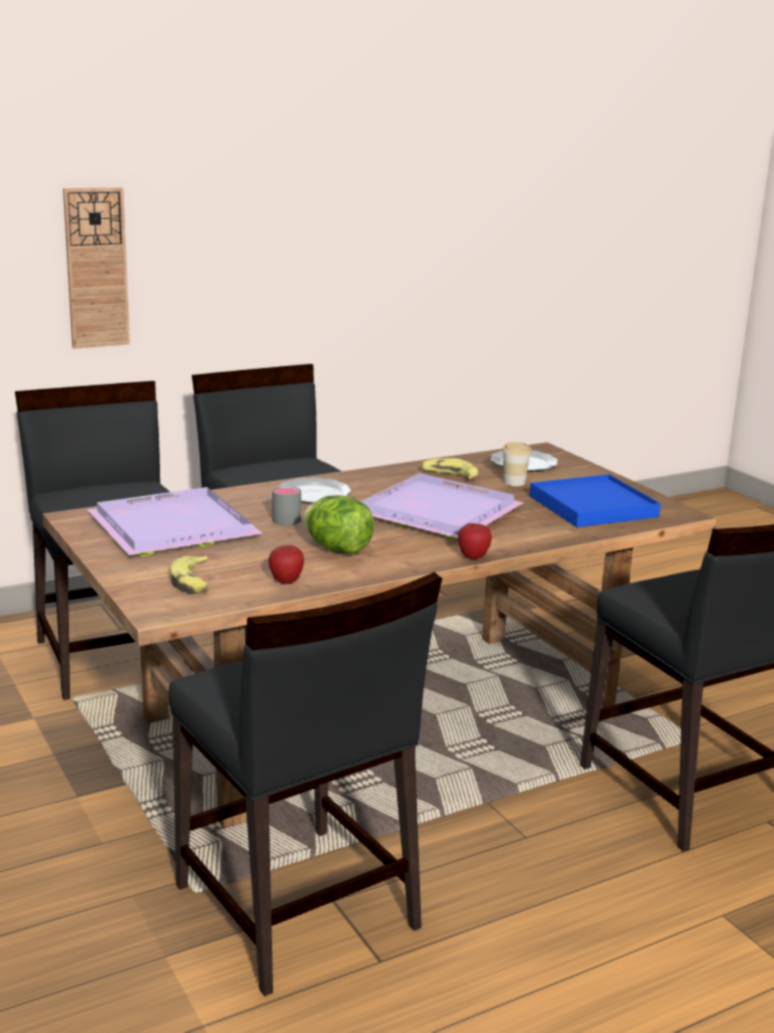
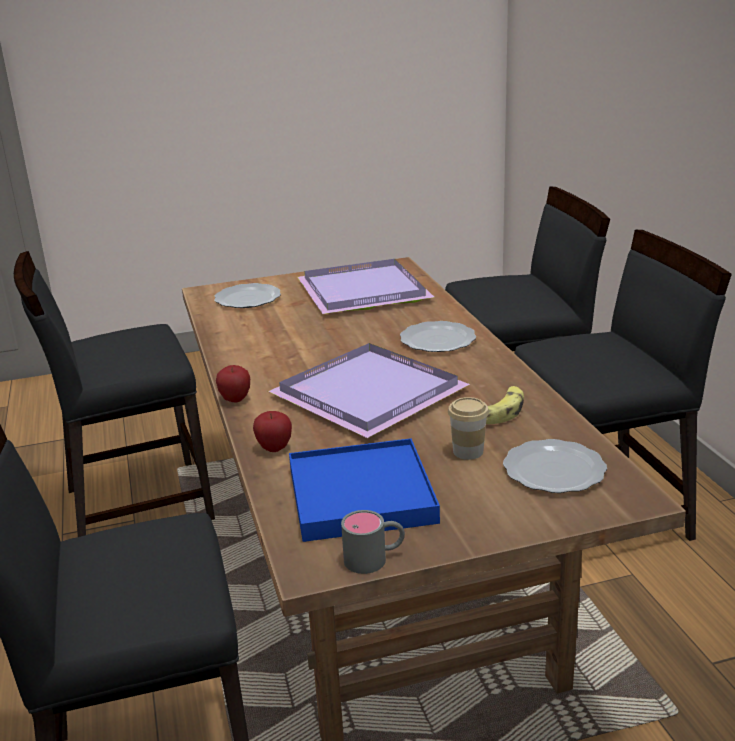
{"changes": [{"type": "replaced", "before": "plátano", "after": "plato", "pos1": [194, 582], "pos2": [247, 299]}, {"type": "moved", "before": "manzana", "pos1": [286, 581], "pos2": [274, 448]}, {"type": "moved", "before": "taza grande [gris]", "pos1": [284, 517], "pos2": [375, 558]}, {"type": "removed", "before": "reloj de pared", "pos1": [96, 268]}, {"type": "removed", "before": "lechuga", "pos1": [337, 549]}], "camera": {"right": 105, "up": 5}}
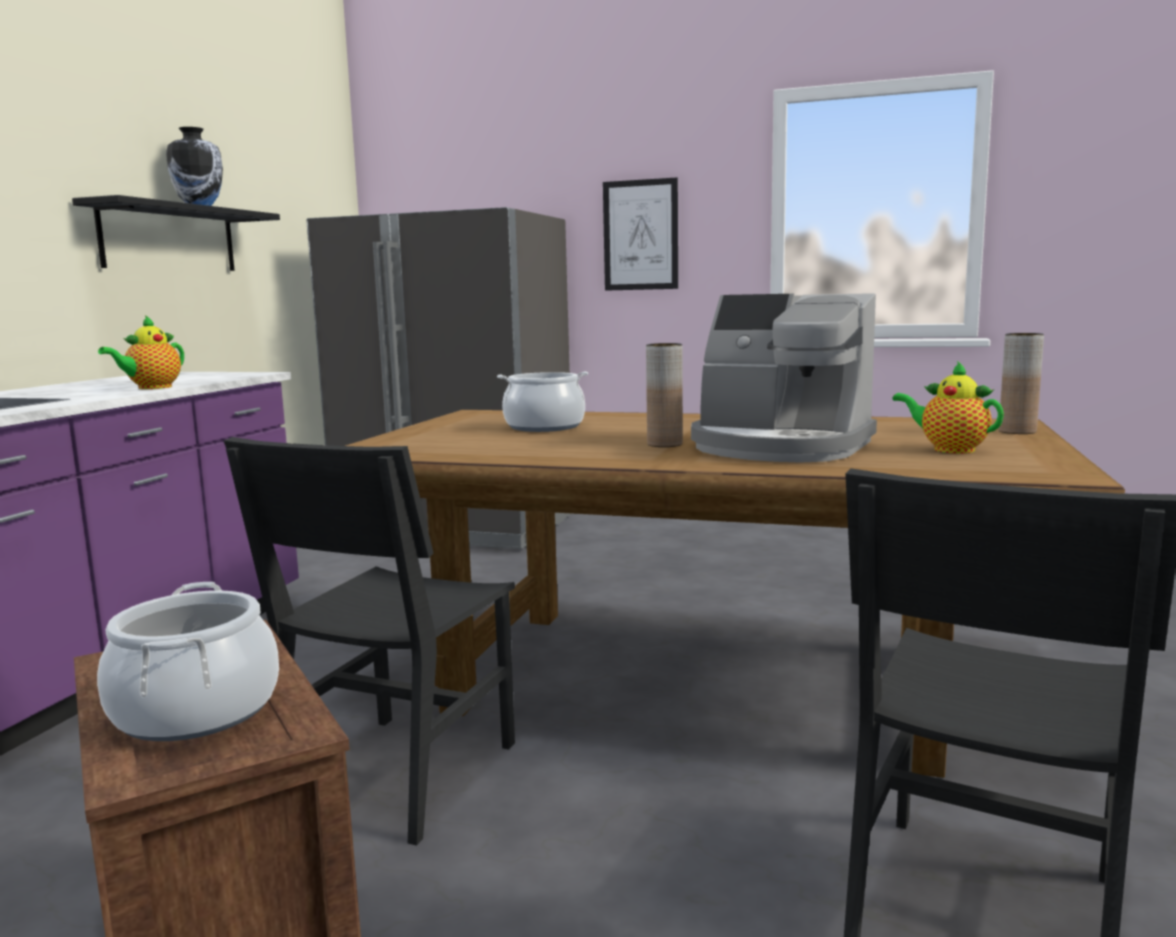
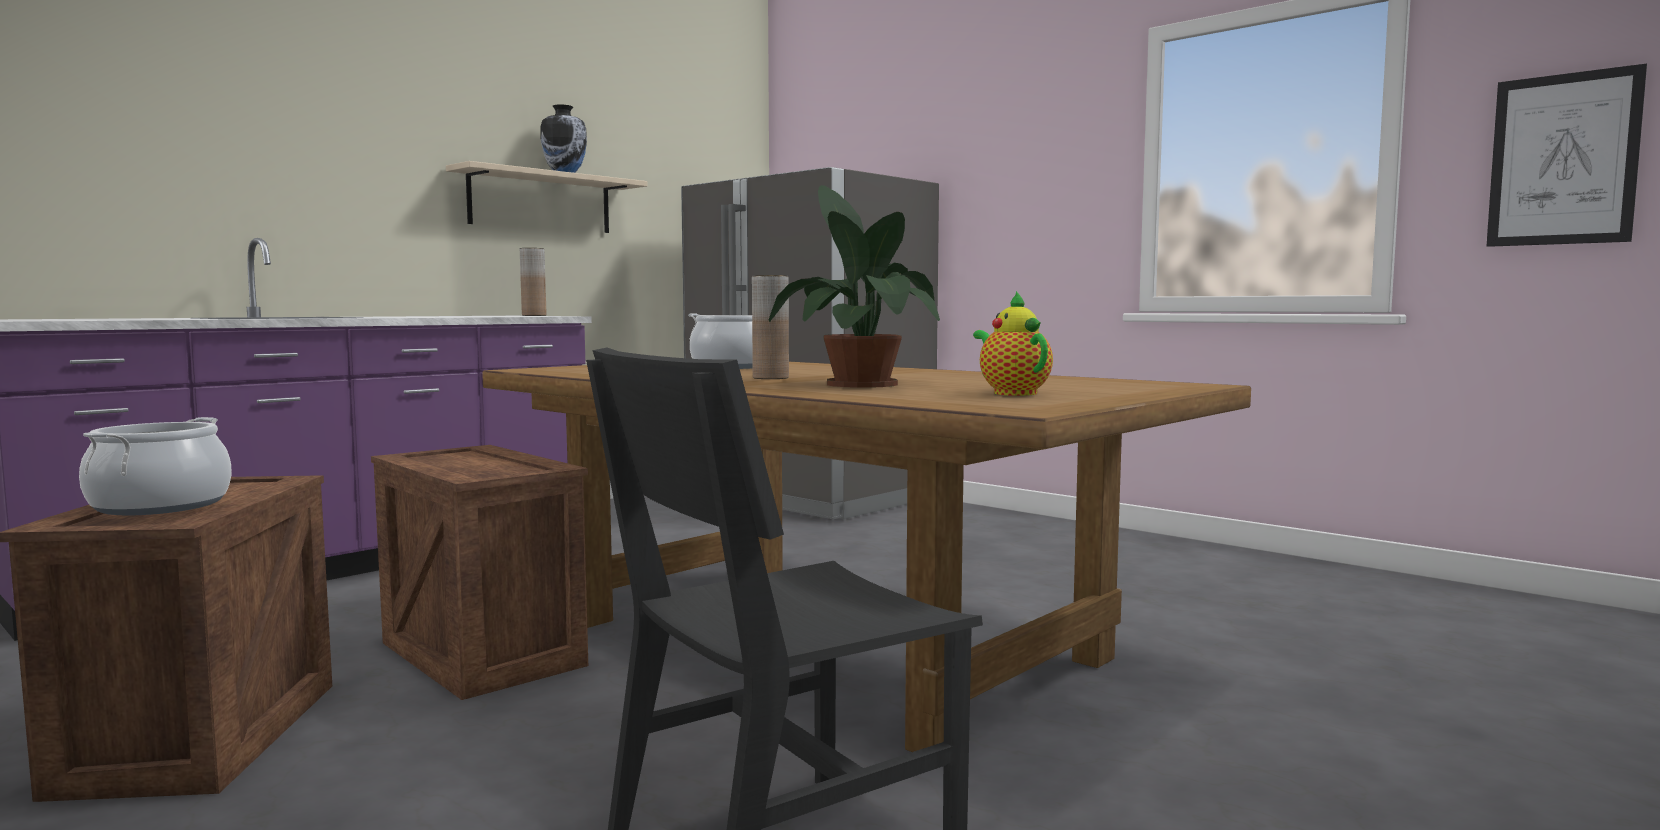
{"changes": [{"type": "replaced", "before": "silla [negro]", "after": "caja de embalaje", "pos1": [397, 774], "pos2": [479, 654]}, {"type": "recoloured", "before": "estante [negro]", "after": "estante [beis]", "pos1": [169, 239], "pos2": [541, 202]}, {"type": "moved", "before": "florero [marrón]", "pos1": [1017, 431], "pos2": [534, 315]}, {"type": "replaced", "before": "cafetera", "after": "planta en maceta", "pos1": [779, 447], "pos2": [859, 384]}, {"type": "moved", "before": "cuadro", "pos1": [640, 235], "pos2": [1563, 159]}, {"type": "removed", "before": "tetera", "pos1": [151, 388]}], "camera": {"right": 25, "up": -5}}
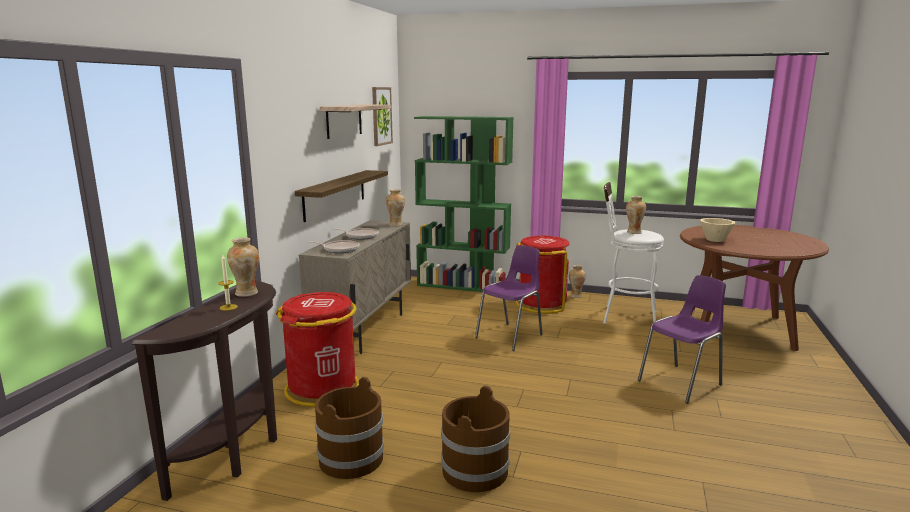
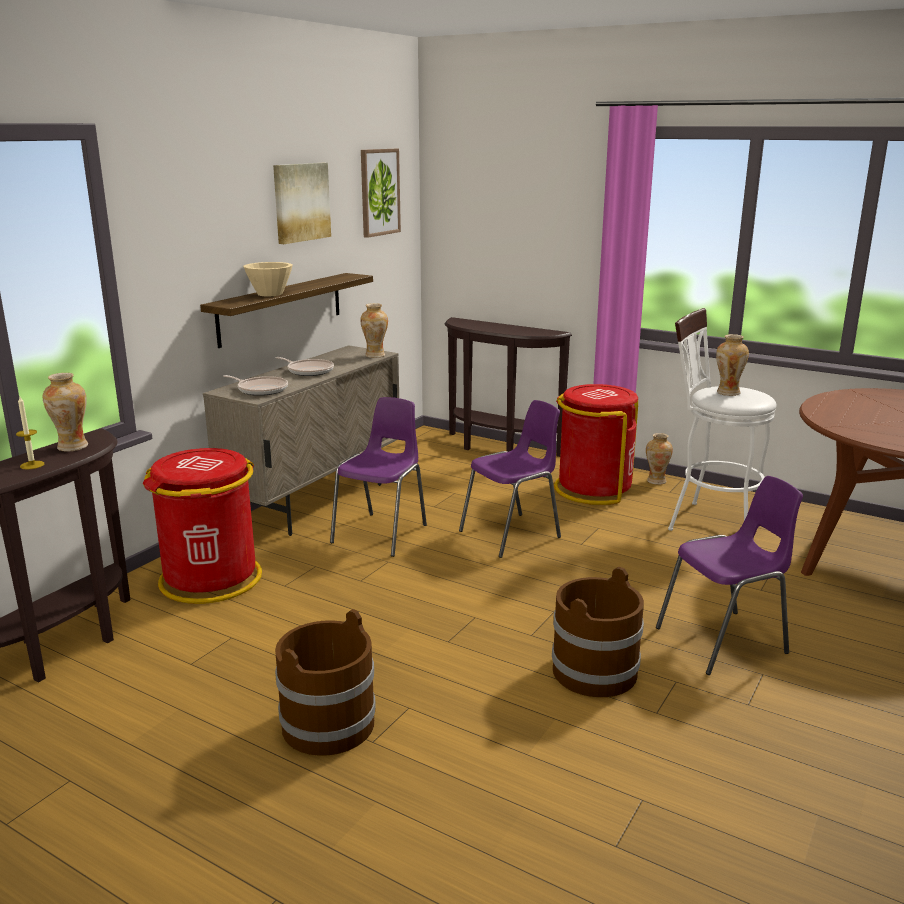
{"changes": [{"type": "moved", "before": "cuenco [beis]", "pos1": [714, 239], "pos2": [269, 294]}, {"type": "replaced", "before": "estante", "after": "cuadro", "pos1": [344, 121], "pos2": [300, 202]}, {"type": "added", "after": "silla [morado]", "pos2": [382, 533]}, {"type": "replaced", "before": "estantería [verde]", "after": "mesa consola [marrón]", "pos1": [463, 285], "pos2": [497, 448]}, {"type": "moved", "before": "cubo [marrón]", "pos1": [351, 458], "pos2": [594, 671]}], "camera": {"right": 15, "up": 5}}
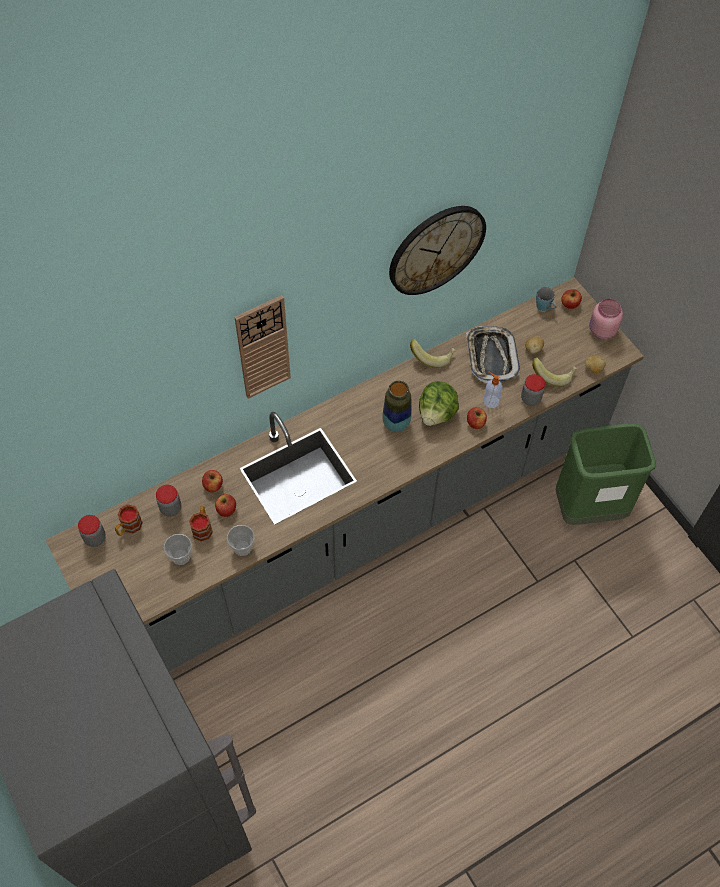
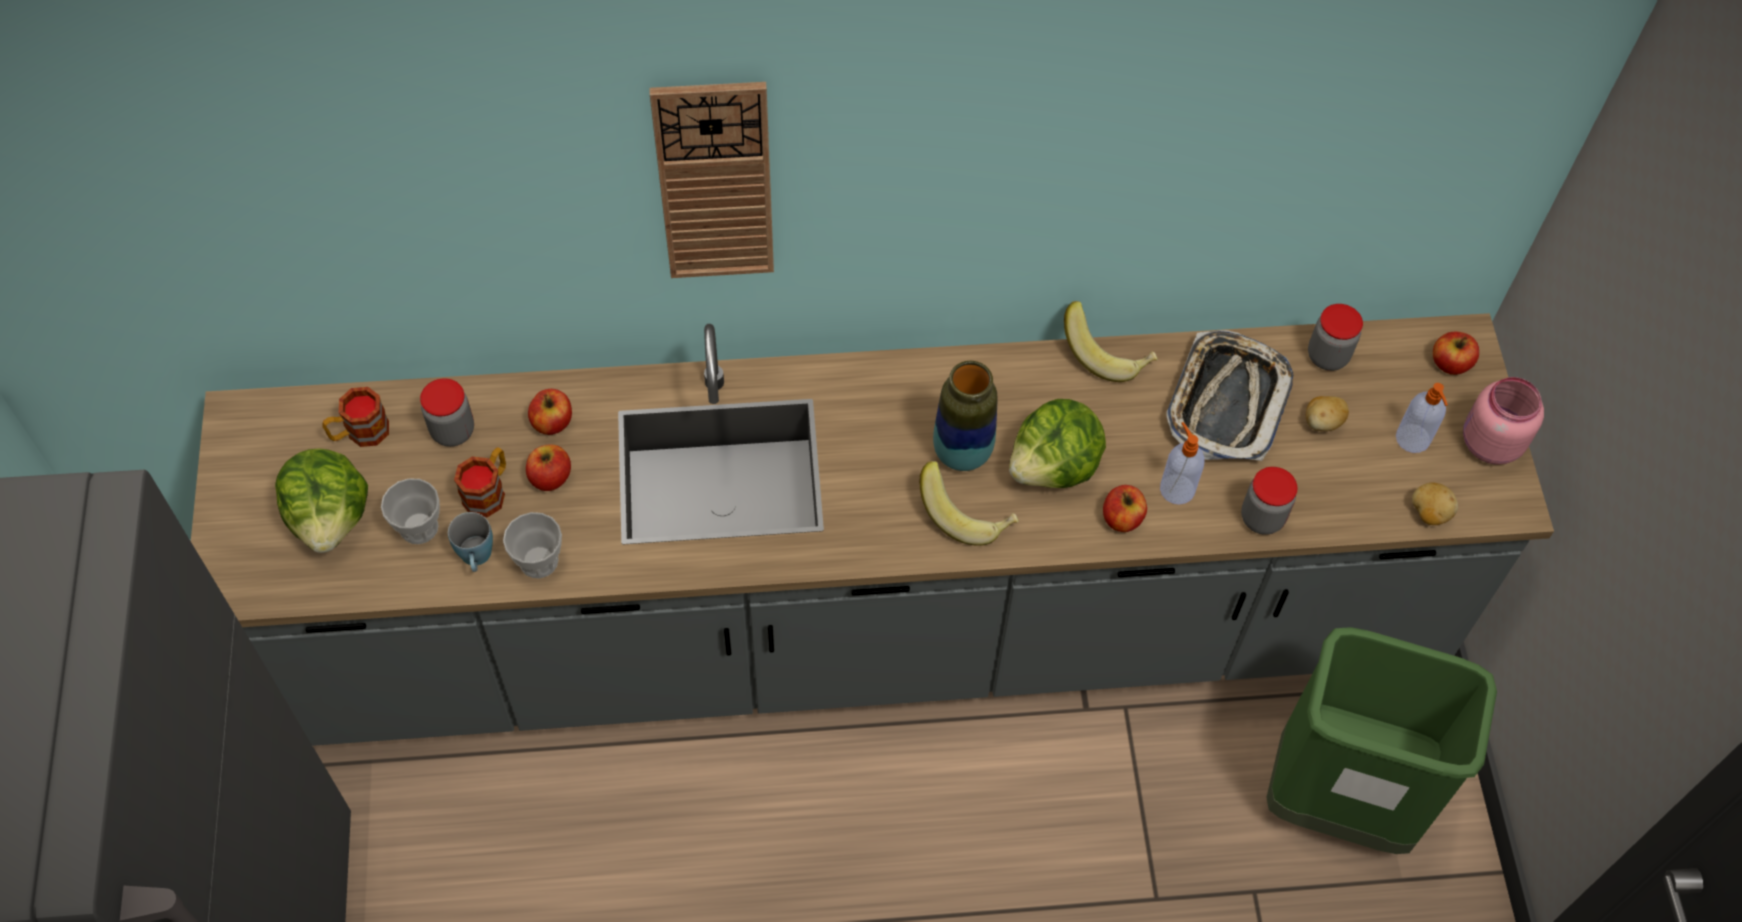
{"changes": [{"type": "added", "after": "lechuga", "pos2": [331, 518]}, {"type": "moved", "before": "taza grande [azul]", "pos1": [545, 308], "pos2": [476, 559]}, {"type": "moved", "before": "plátano", "pos1": [553, 375], "pos2": [966, 514]}, {"type": "moved", "before": "tarro", "pos1": [95, 538], "pos2": [1327, 356]}, {"type": "added", "after": "dispensador de jabón", "pos2": [1413, 440]}, {"type": "removed", "before": "reloj de pared", "pos1": [436, 249]}], "camera": {"right": 25, "up": 0}}
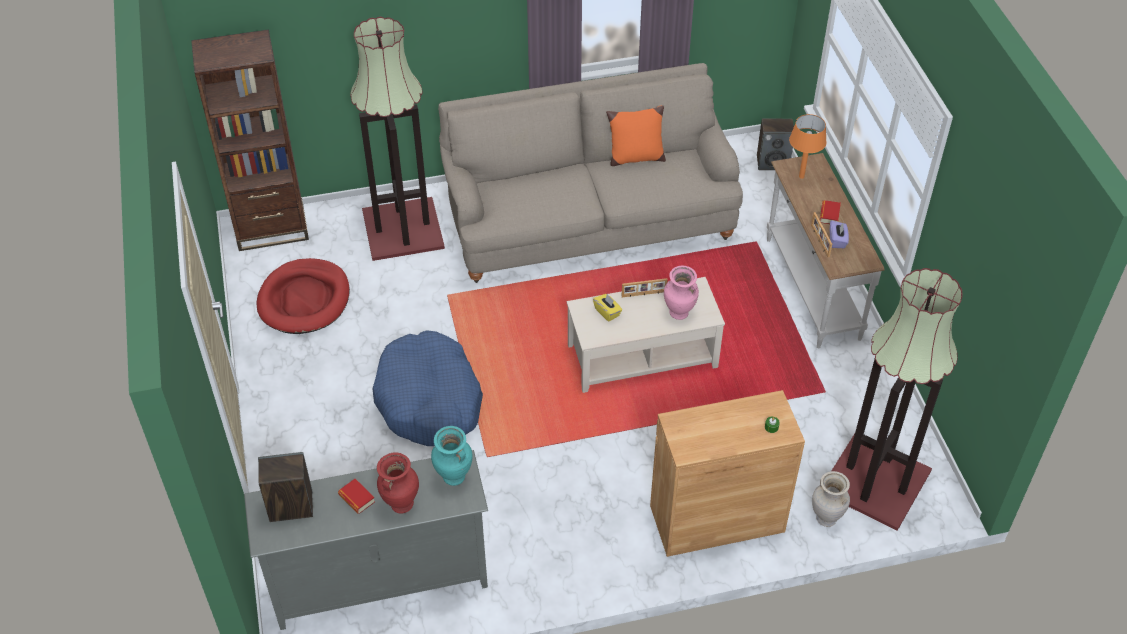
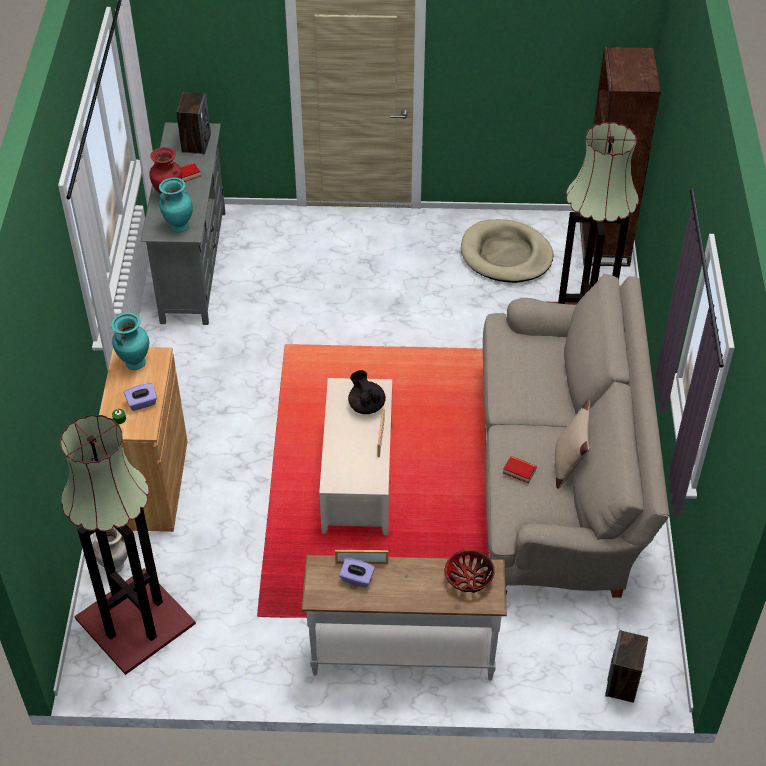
{"changes": [{"type": "added", "after": "florero [turquesa]", "pos2": [134, 363]}, {"type": "added", "after": "caja de pañuelos [morado]", "pos2": [142, 403]}, {"type": "replaced", "before": "caja de pañuelos [amarillo]", "after": "tetera [negro]", "pos1": [607, 312], "pos2": [366, 405]}, {"type": "replaced", "before": "lámpara de mesa [naranja]", "after": "cuenco", "pos1": [801, 176], "pos2": [468, 579]}, {"type": "recoloured", "before": "cama para perro [rojo]", "after": "cama para perro [beis]", "pos1": [304, 299], "pos2": [506, 255]}, {"type": "moved", "before": "libro", "pos1": [829, 215], "pos2": [519, 471]}, {"type": "recoloured", "before": "cojín [naranja]", "after": "cojín [beis]", "pos1": [635, 158], "pos2": [569, 463]}, {"type": "removed", "before": "cama para perro [azul]", "pos1": [429, 400]}, {"type": "removed", "before": "florero [rosa]", "pos1": [678, 314]}], "camera": {"right": 105, "up": 0}}
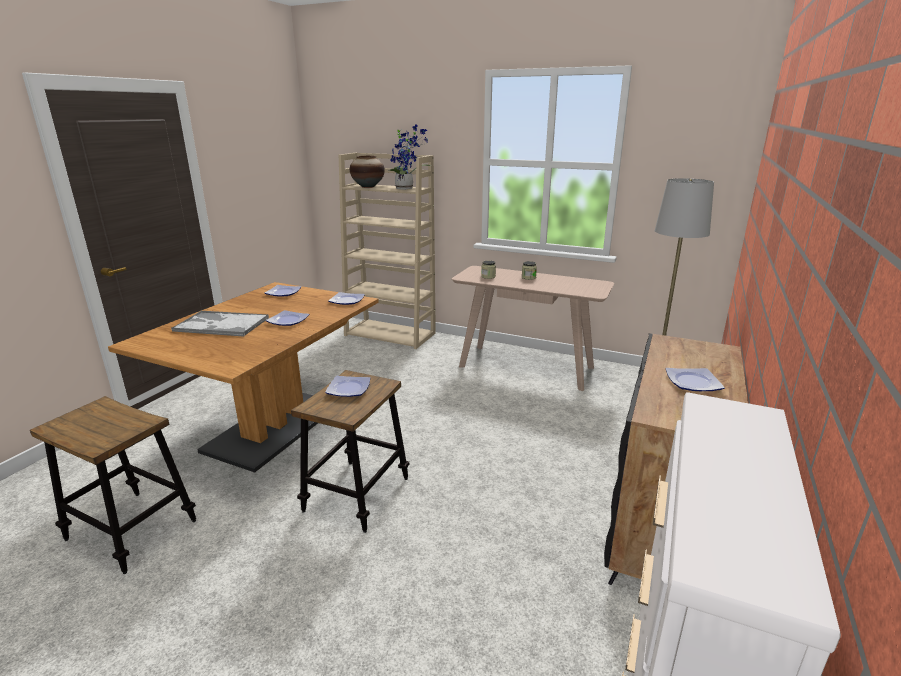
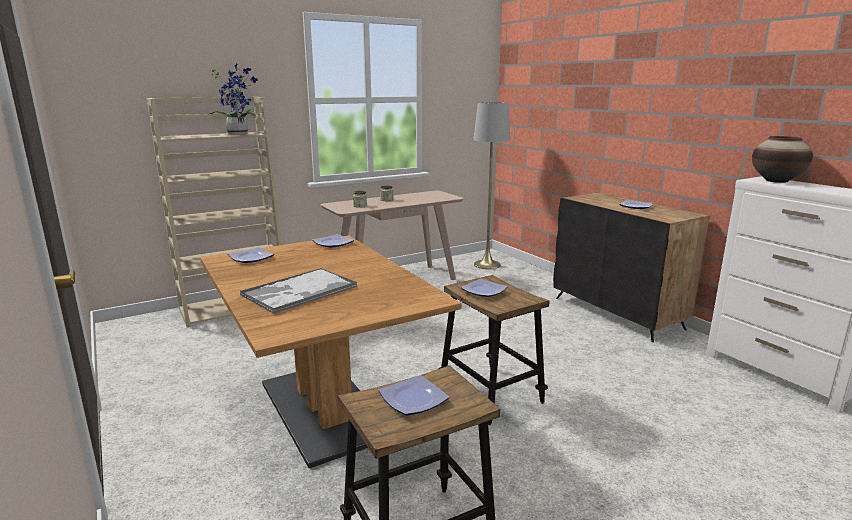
{"changes": [{"type": "moved", "before": "plato", "pos1": [289, 320], "pos2": [413, 398]}, {"type": "moved", "before": "florero", "pos1": [368, 187], "pos2": [776, 181]}], "camera": {"right": -55, "up": -5}}
